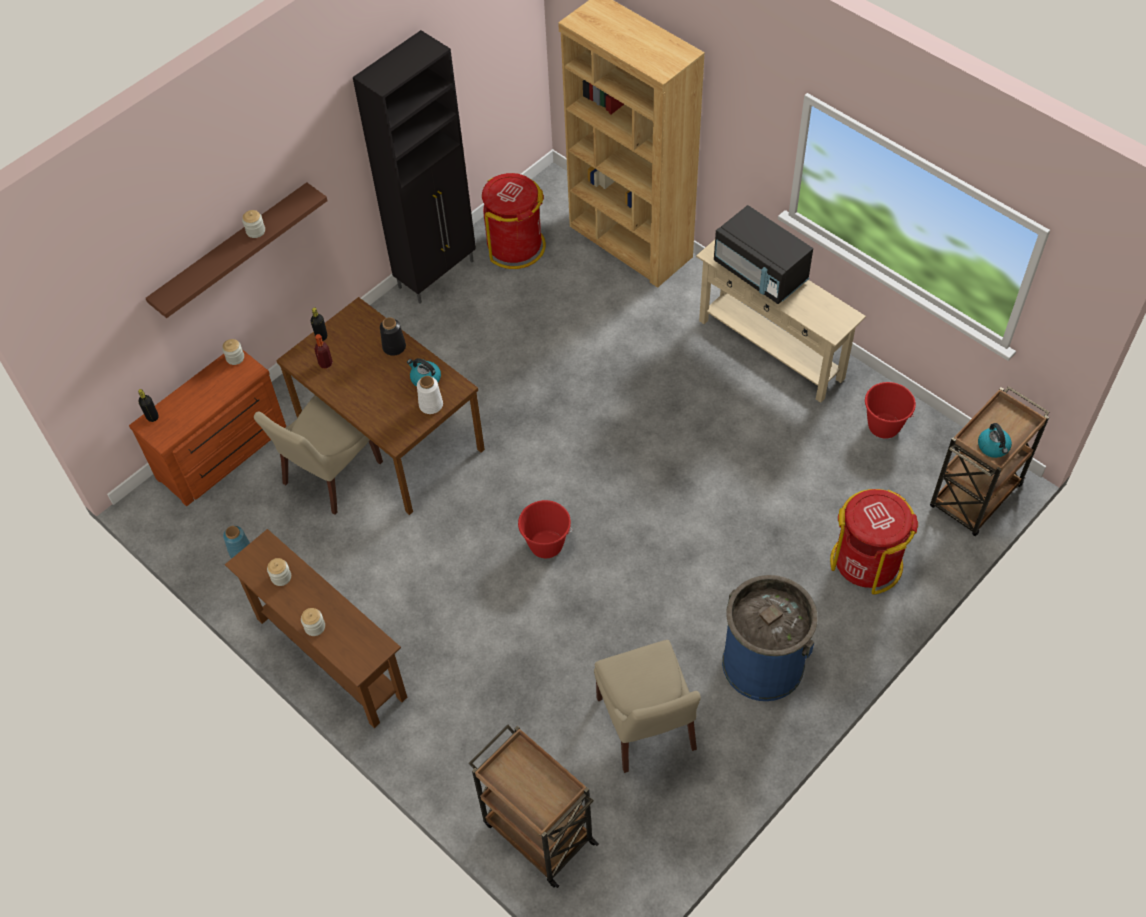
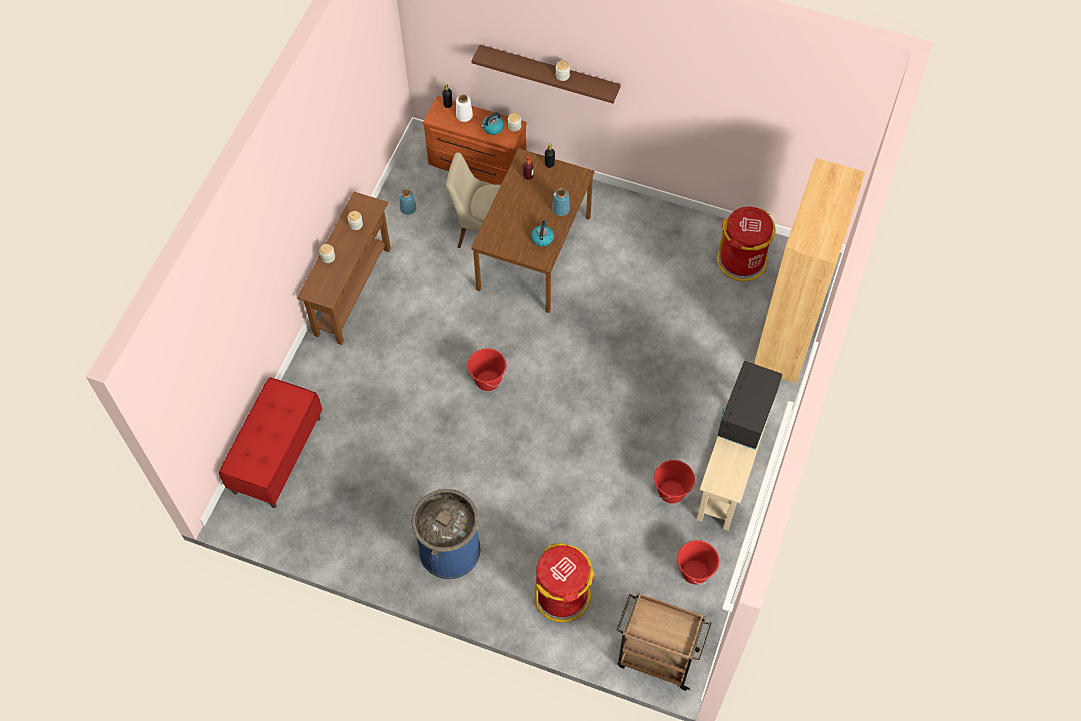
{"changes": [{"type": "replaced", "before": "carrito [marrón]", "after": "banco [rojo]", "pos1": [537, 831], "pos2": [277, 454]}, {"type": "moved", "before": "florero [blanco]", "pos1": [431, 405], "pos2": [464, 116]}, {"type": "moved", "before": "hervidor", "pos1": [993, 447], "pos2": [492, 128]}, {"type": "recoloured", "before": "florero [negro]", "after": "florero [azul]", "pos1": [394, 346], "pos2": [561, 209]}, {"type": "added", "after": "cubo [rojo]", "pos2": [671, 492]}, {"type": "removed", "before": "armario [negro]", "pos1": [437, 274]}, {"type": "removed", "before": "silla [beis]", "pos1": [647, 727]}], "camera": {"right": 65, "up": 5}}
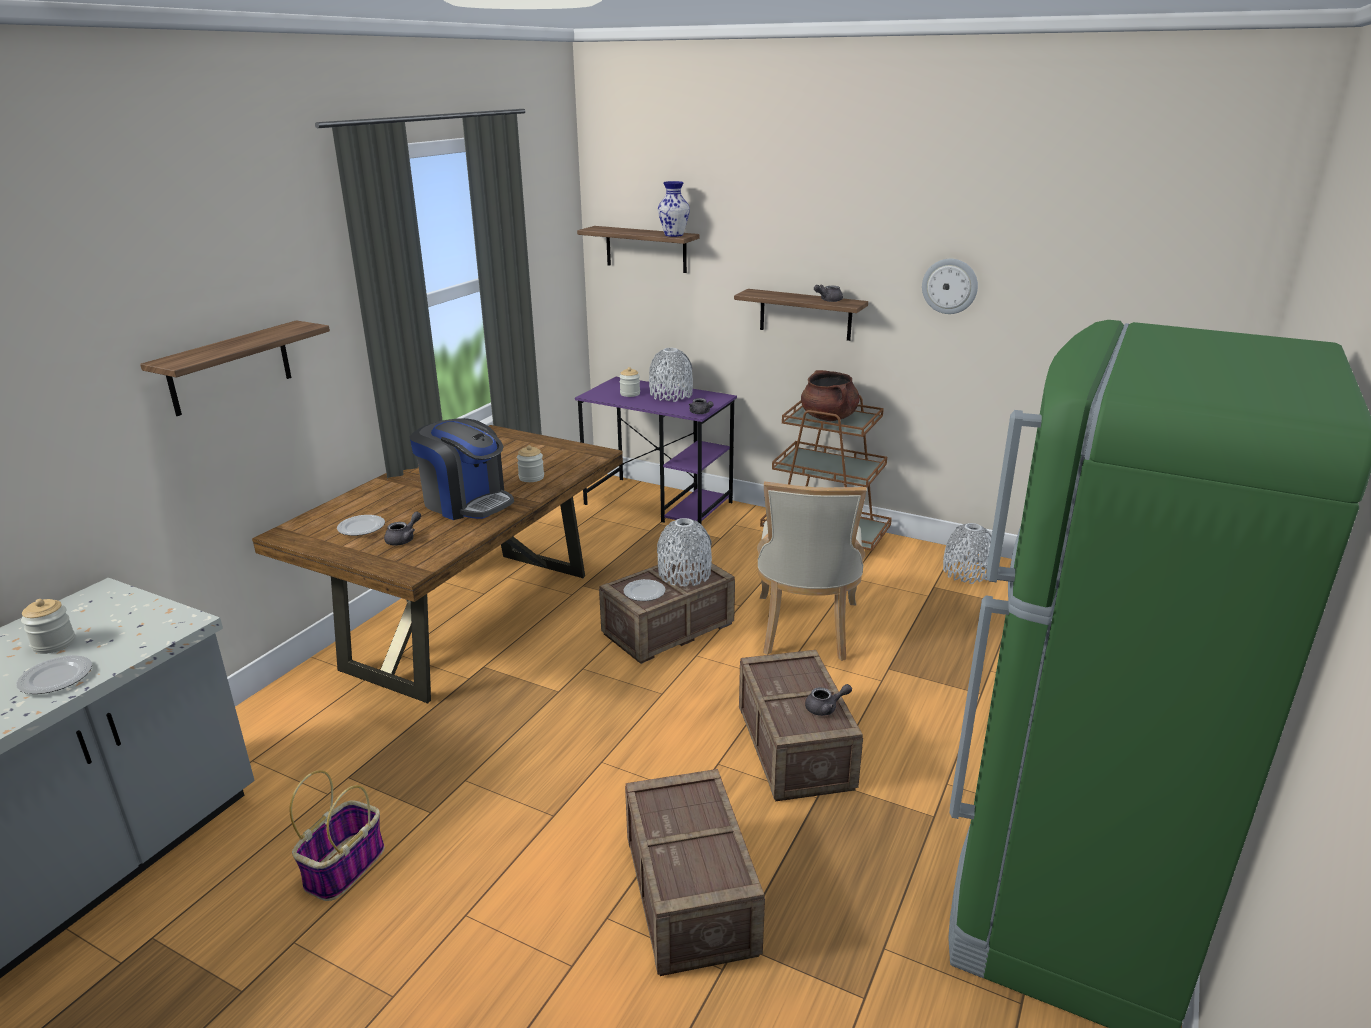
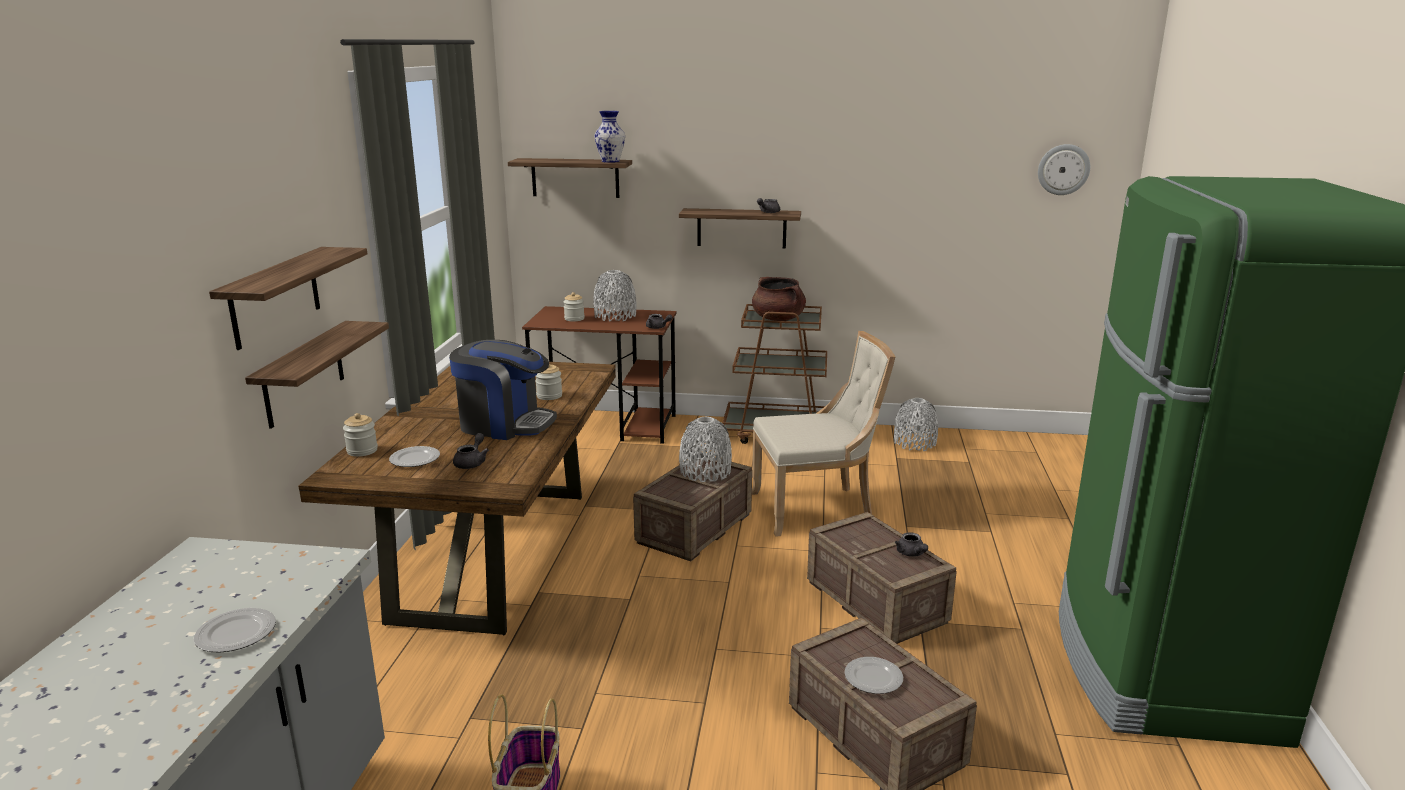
{"changes": [{"type": "added", "after": "estante", "pos2": [303, 374]}, {"type": "moved", "before": "tarro", "pos1": [54, 644], "pos2": [362, 451]}, {"type": "recoloured", "before": "escritorio [morado]", "after": "escritorio [marrón]", "pos1": [659, 503], "pos2": [607, 426]}, {"type": "turned", "before": "silla [beis]", "pos1": [805, 630], "pos2": [816, 508], "turn": -90}, {"type": "moved", "before": "plato", "pos1": [644, 592], "pos2": [873, 678]}, {"type": "turned", "before": "tetera [gris]", "pos1": [825, 708], "pos2": [911, 554], "turn": 105}, {"type": "moved", "before": "reloj de pared", "pos1": [949, 286], "pos2": [1063, 169]}], "camera": {"right": -20, "up": -5}}
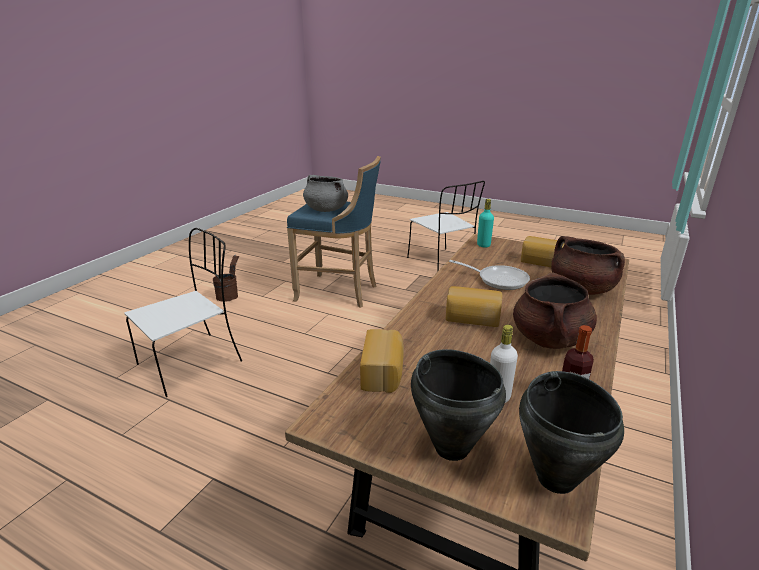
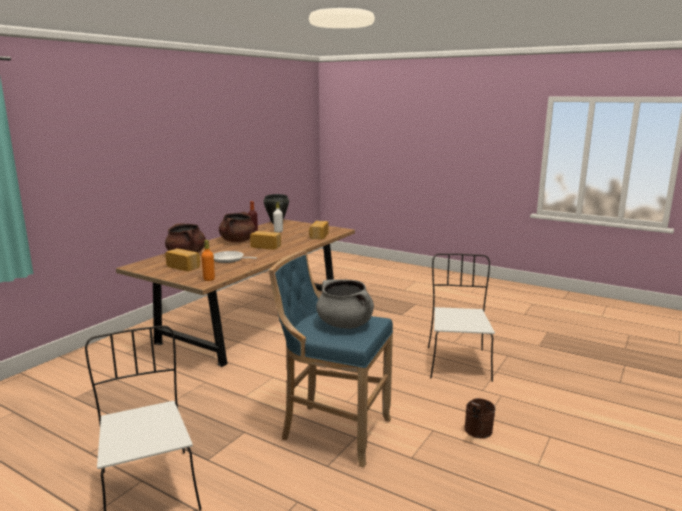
{"changes": [{"type": "recoloured", "before": "botella [turquesa]", "after": "botella [naranja]", "pos1": [483, 245], "pos2": [209, 279]}, {"type": "turned", "before": "silla [blanco]", "pos1": [192, 362], "pos2": [457, 363], "turn": 135}, {"type": "removed", "before": "olla [negro]", "pos1": [451, 447]}], "camera": {"right": -175, "up": -10}}
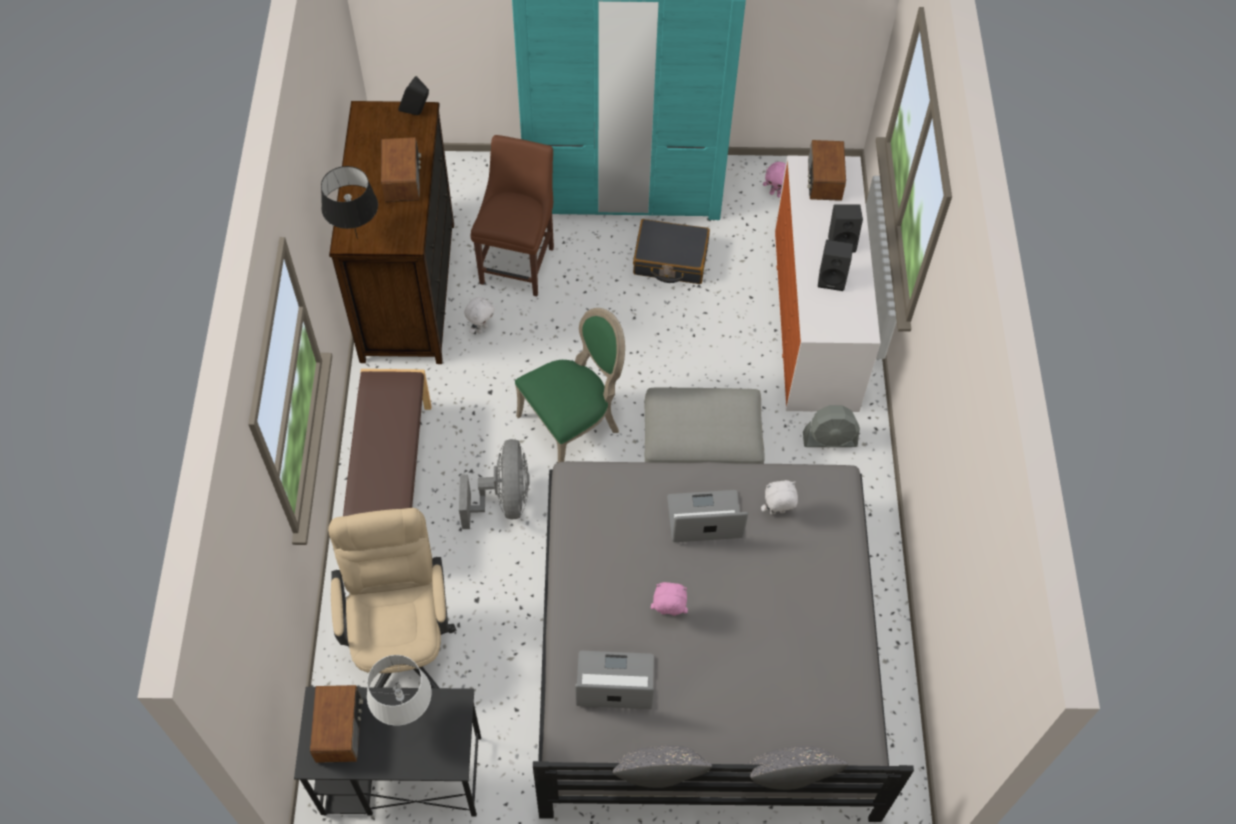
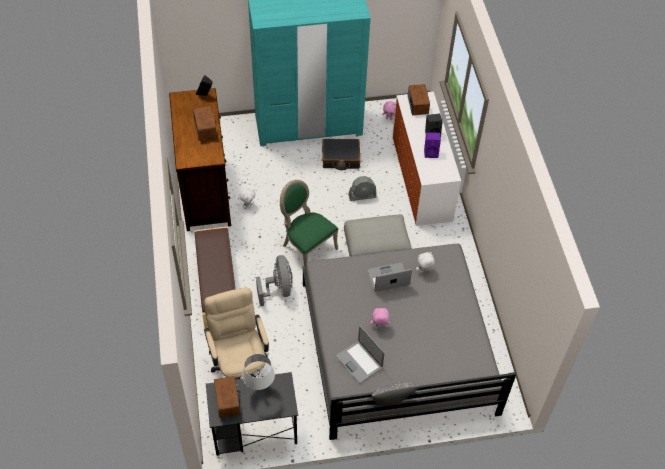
{"changes": [{"type": "turned", "before": "silla [verde]", "pos1": [573, 425], "pos2": [307, 247], "turn": -90}, {"type": "turned", "before": "portátil", "pos1": [615, 682], "pos2": [359, 362], "turn": -120}, {"type": "moved", "before": "ventilador [gris]", "pos1": [830, 439], "pos2": [362, 196]}, {"type": "recoloured", "before": "altavoz [negro]", "after": "altavoz [morado]", "pos1": [832, 278], "pos2": [431, 152]}, {"type": "removed", "before": "lámpara de mesa [negro]", "pos1": [357, 238]}, {"type": "removed", "before": "silla [marrón]", "pos1": [519, 262]}, {"type": "removed", "before": "cojín [gris]", "pos1": [785, 779]}], "camera": {"right": -10, "up": -5}}
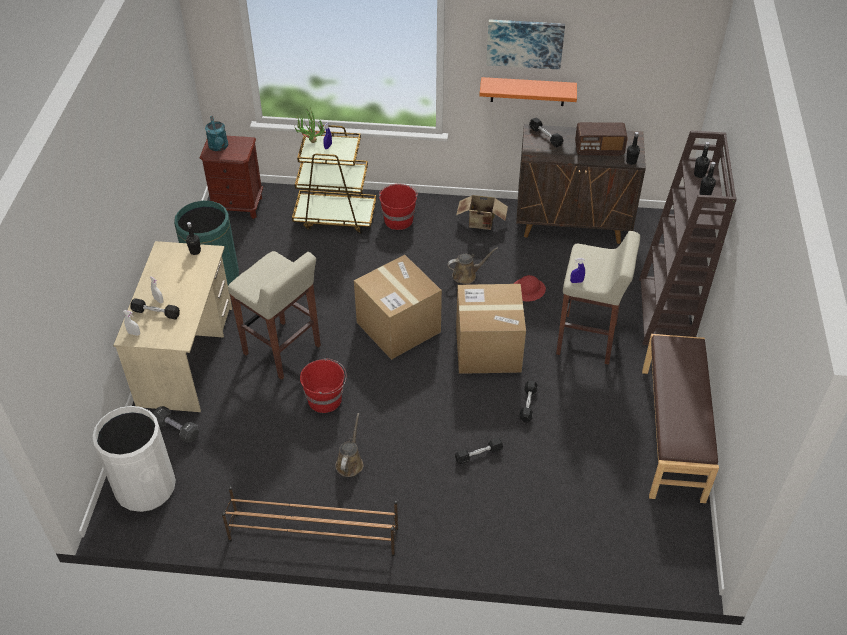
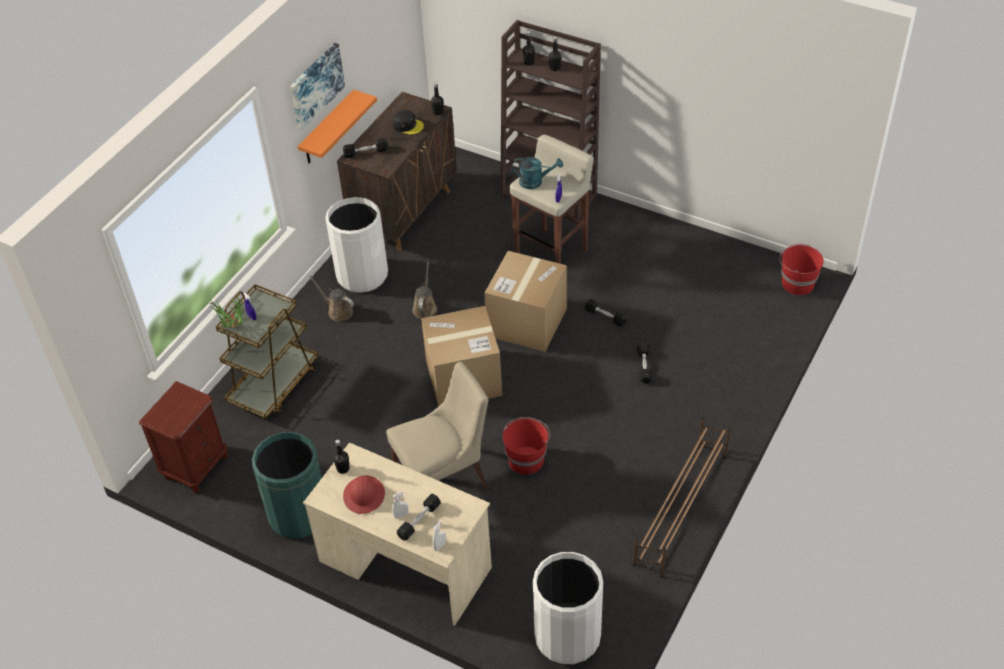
{"changes": [{"type": "moved", "before": "regadera [marrón]", "pos1": [350, 462], "pos2": [338, 311]}, {"type": "replaced", "before": "caja de cartón", "after": "papelera [blanco]", "pos1": [481, 224], "pos2": [362, 275]}, {"type": "moved", "before": "casco [rojo]", "pos1": [528, 290], "pos2": [364, 495]}, {"type": "replaced", "before": "taburete [beis]", "after": "silla [beis]", "pos1": [283, 351], "pos2": [444, 478]}, {"type": "replaced", "before": "radio", "after": "gorra [negro]", "pos1": [599, 149], "pos2": [408, 125]}, {"type": "moved", "before": "regadera [turquesa]", "pos1": [219, 147], "pos2": [535, 182]}, {"type": "moved", "before": "cubo [rojo]", "pos1": [398, 219], "pos2": [797, 283]}, {"type": "removed", "before": "mancuerna [negro]", "pos1": [176, 430]}, {"type": "removed", "before": "banco [marrón]", "pos1": [673, 433]}], "camera": {"right": -65, "up": 0}}
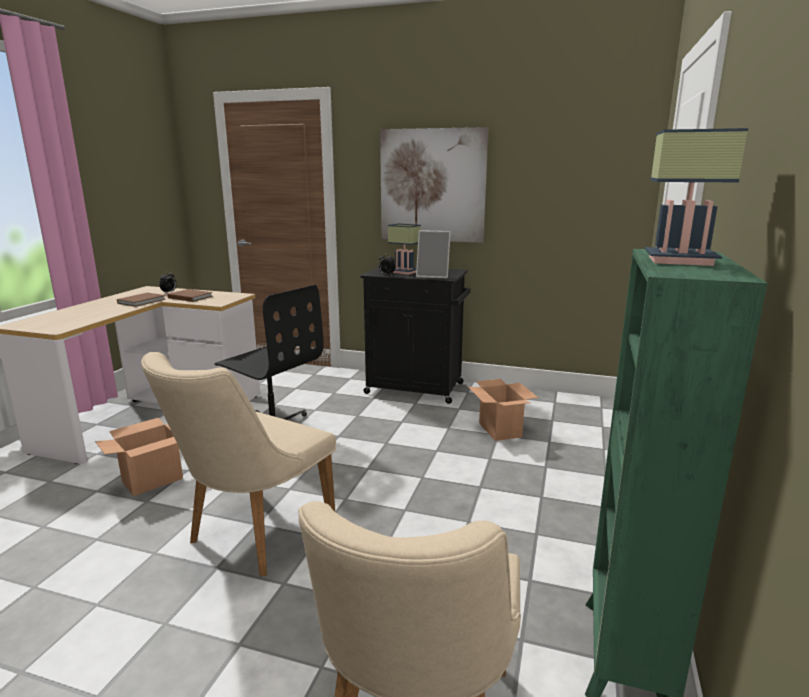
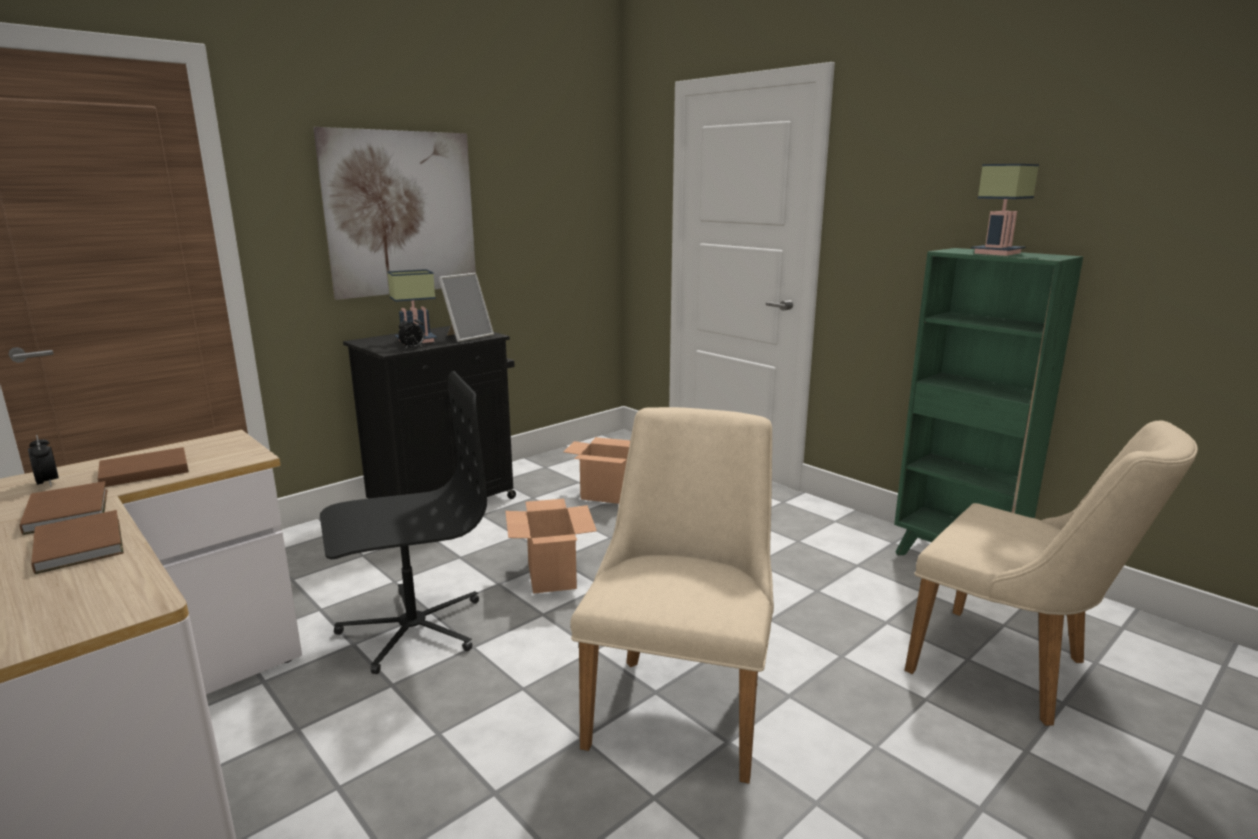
{"changes": [{"type": "added", "after": "libro [marrón]", "pos2": [81, 543]}, {"type": "moved", "before": "caja de cartón", "pos1": [153, 480], "pos2": [551, 575]}, {"type": "turned", "before": "silla [beis]", "pos1": [251, 537], "pos2": [682, 701], "turn": -135}], "camera": {"right": -60, "up": 0}}
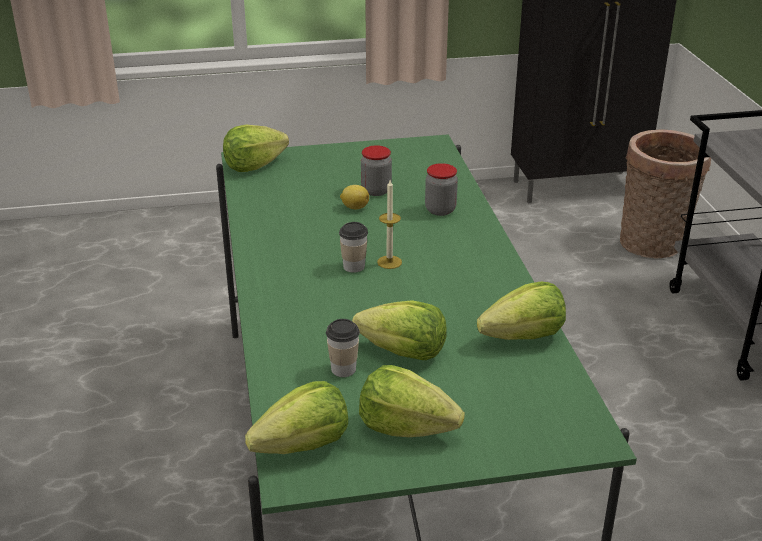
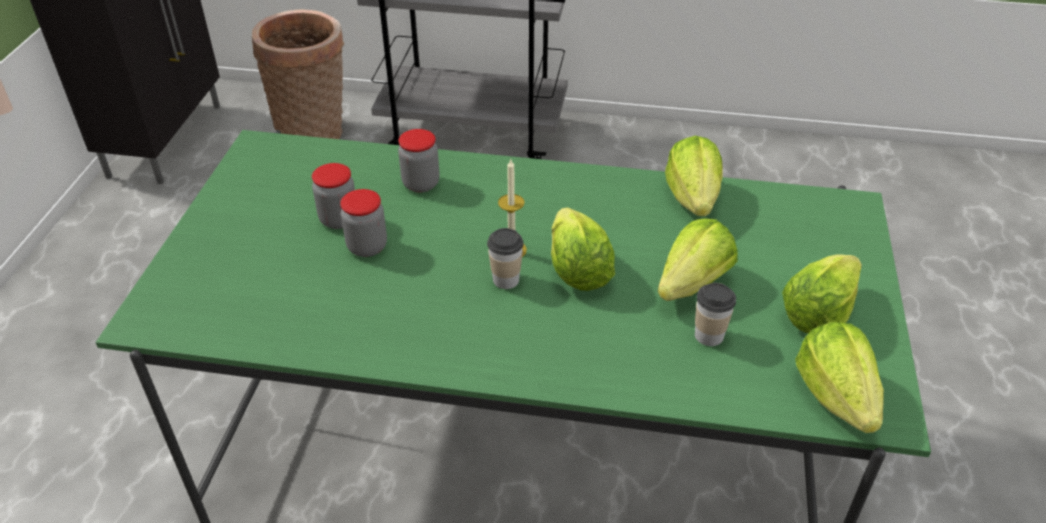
{"changes": [{"type": "replaced", "before": "limón", "after": "tarro", "pos1": [354, 207], "pos2": [367, 247]}, {"type": "moved", "before": "lechuga", "pos1": [254, 166], "pos2": [577, 270]}], "camera": {"right": -70, "up": 10}}
